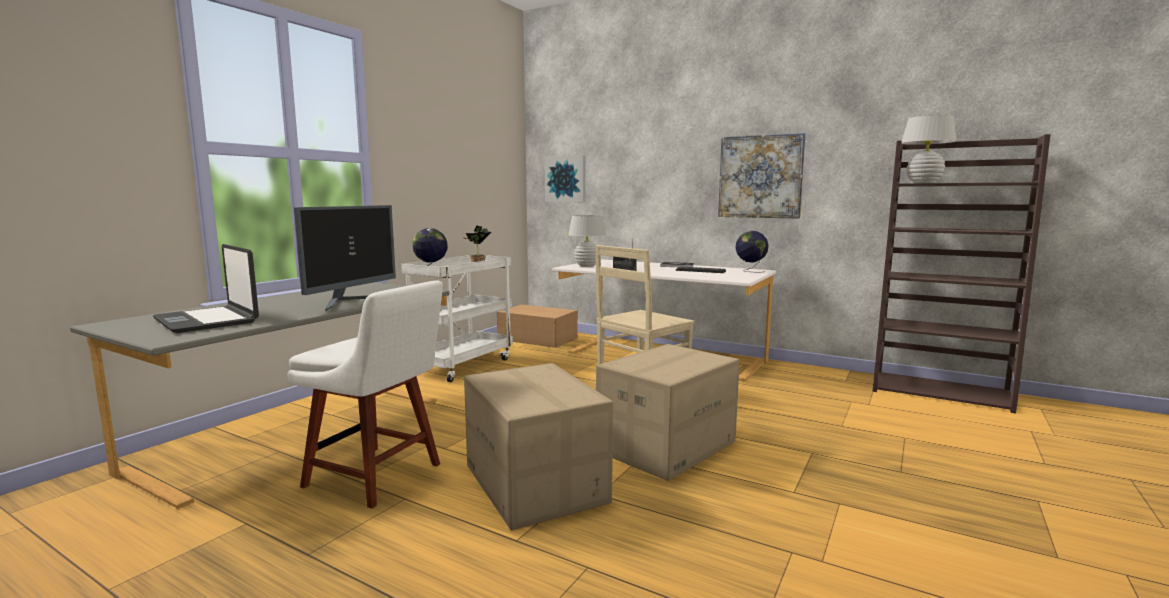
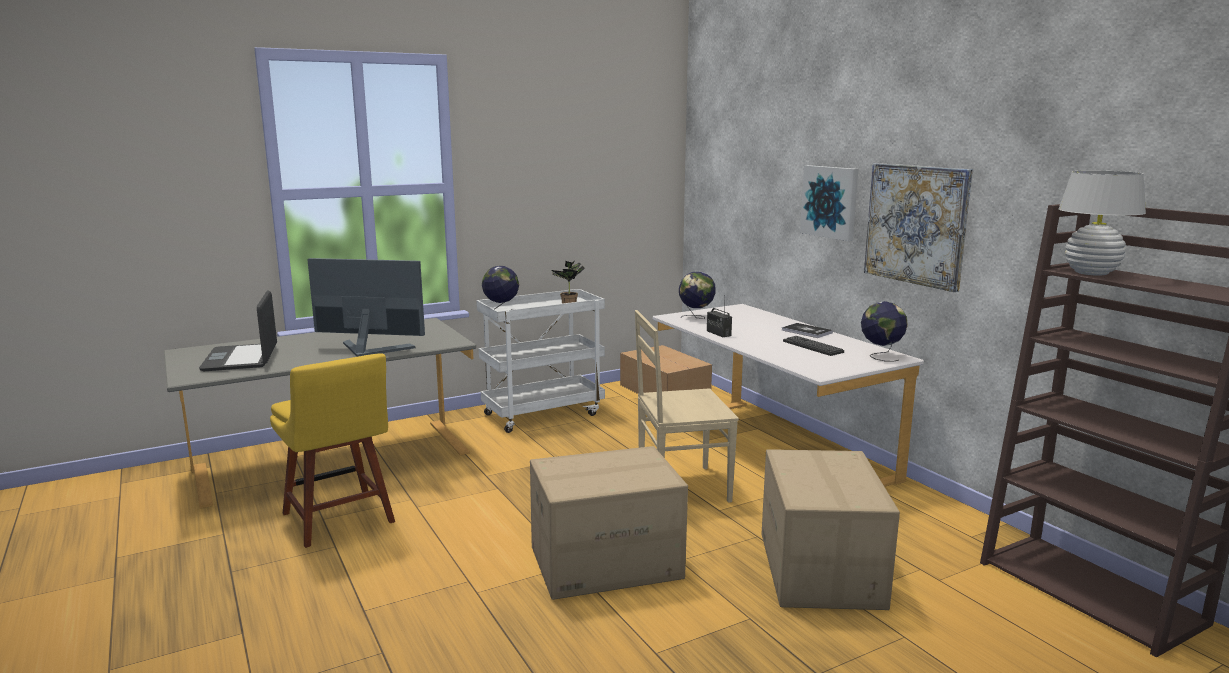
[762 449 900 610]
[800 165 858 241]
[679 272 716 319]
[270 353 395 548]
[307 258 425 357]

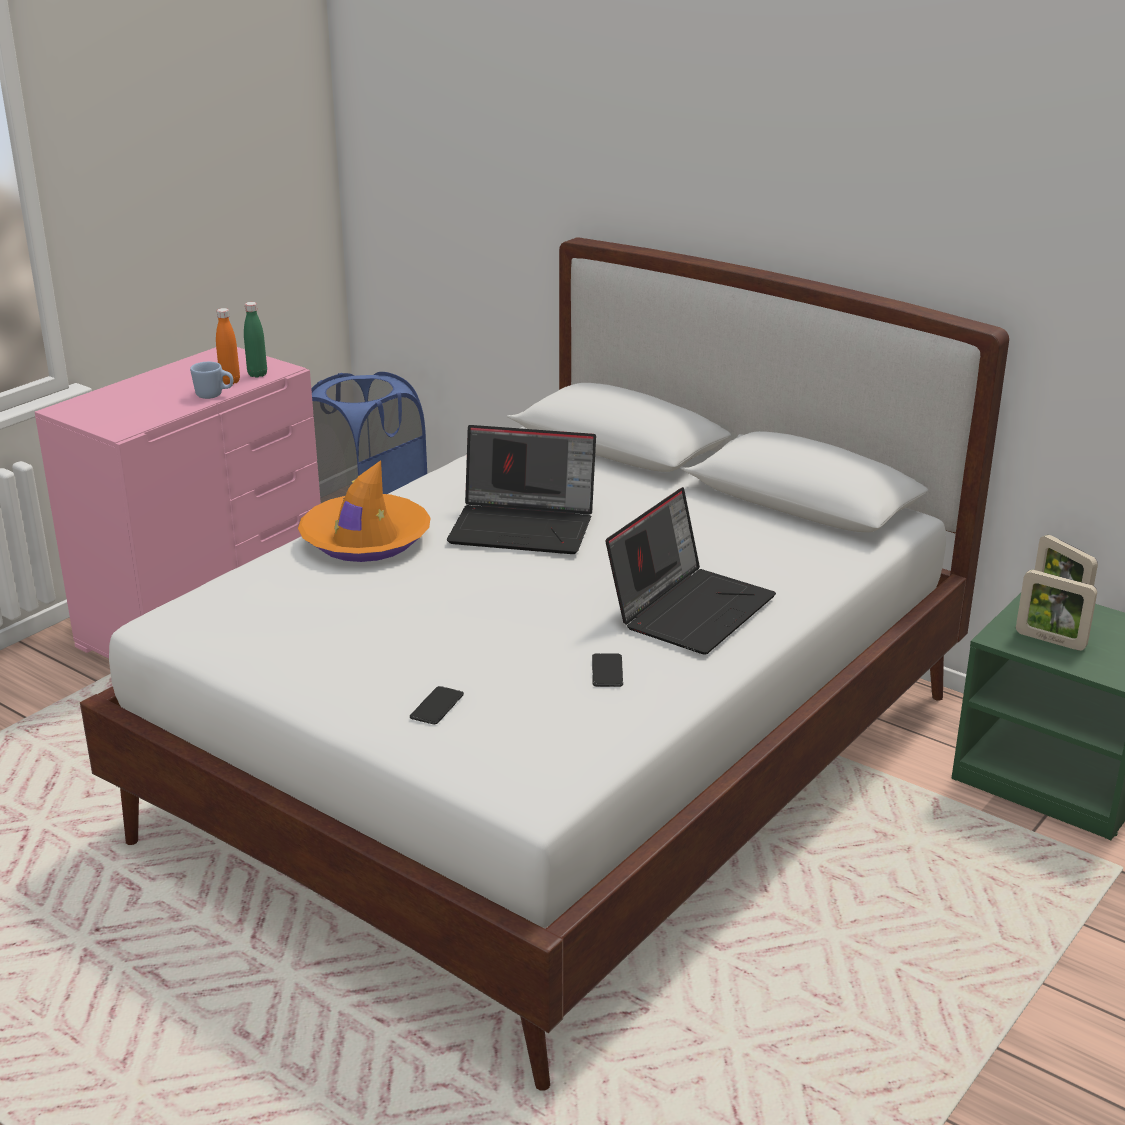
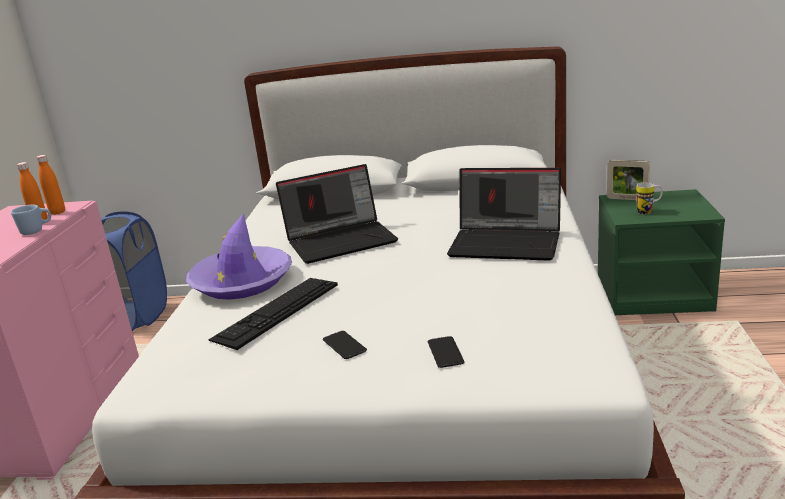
[208 278 338 350]
[323 331 367 359]
[636 182 663 215]
[36 155 65 215]
[186 213 292 300]
[447 168 561 261]

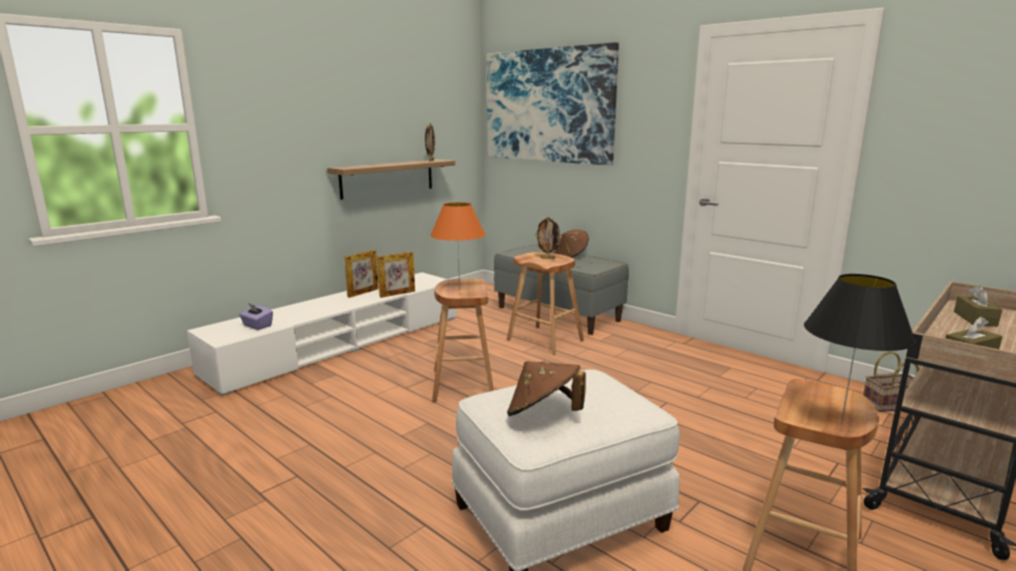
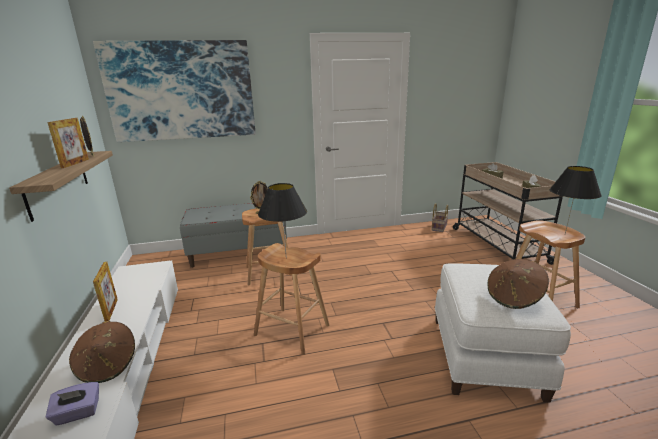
[47 118 89 168]
[69 321 135 383]
[258 183 307 258]

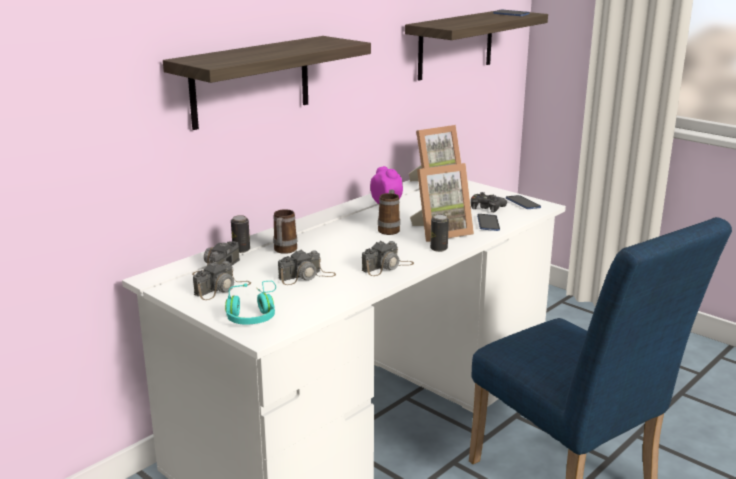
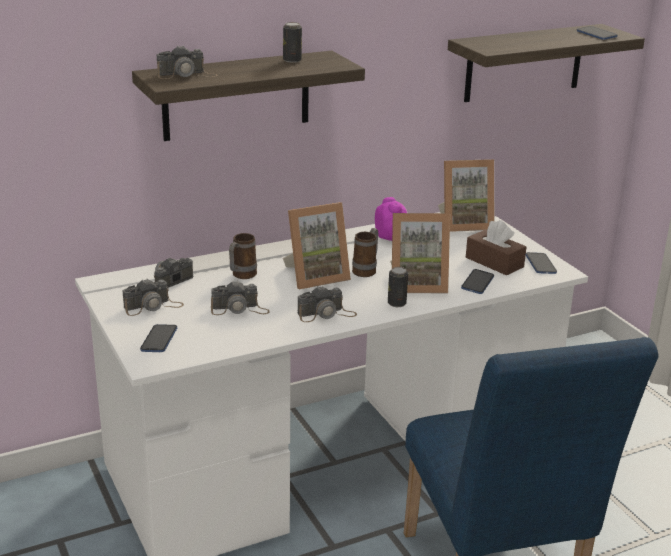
[157 46 218 79]
[283 202 351 289]
[283 22 302 63]
[140 324 177 352]
[466 220 526 276]

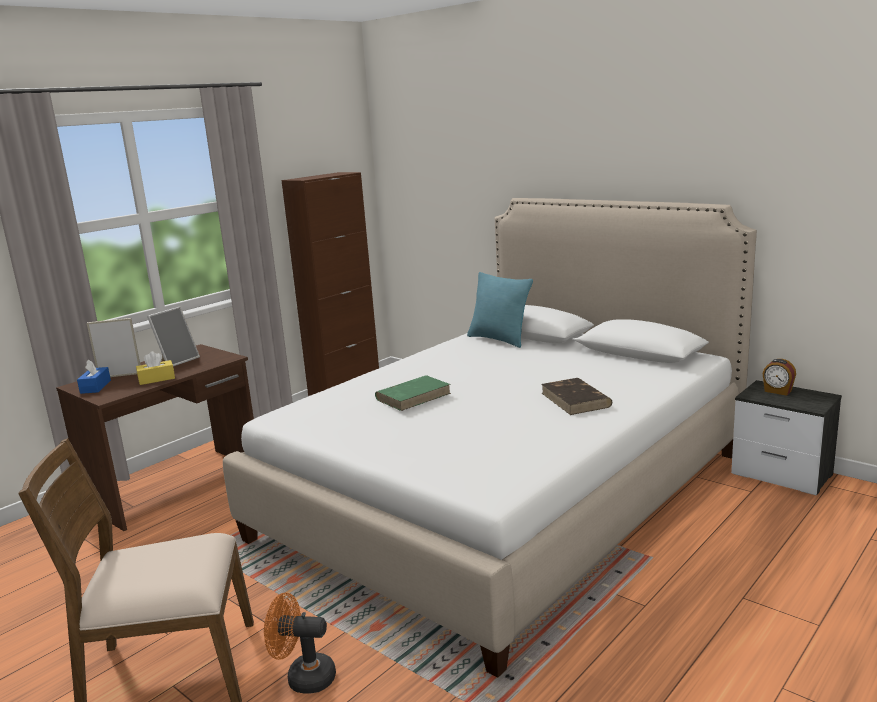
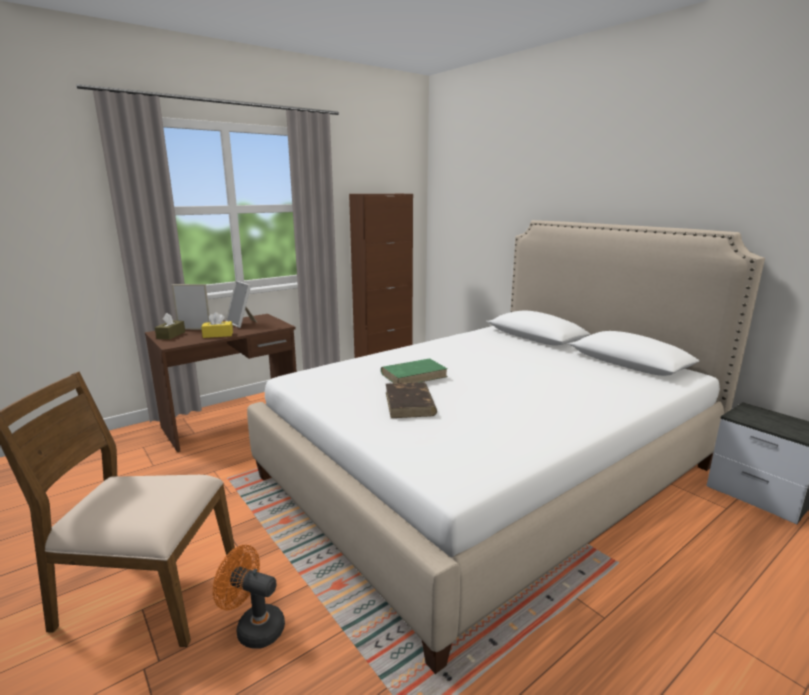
[467 272 533 348] (first image)
[763 359 796 396] (first image)
[386 382 437 418]
[155 313 185 340]
[226 281 257 328]

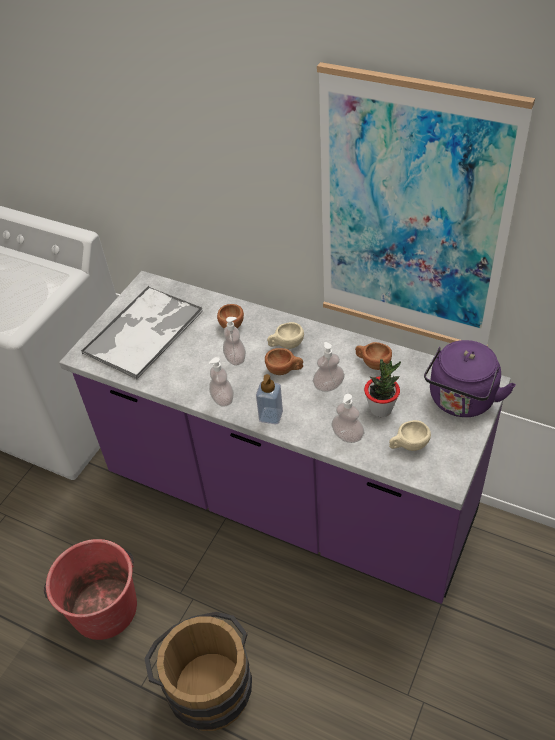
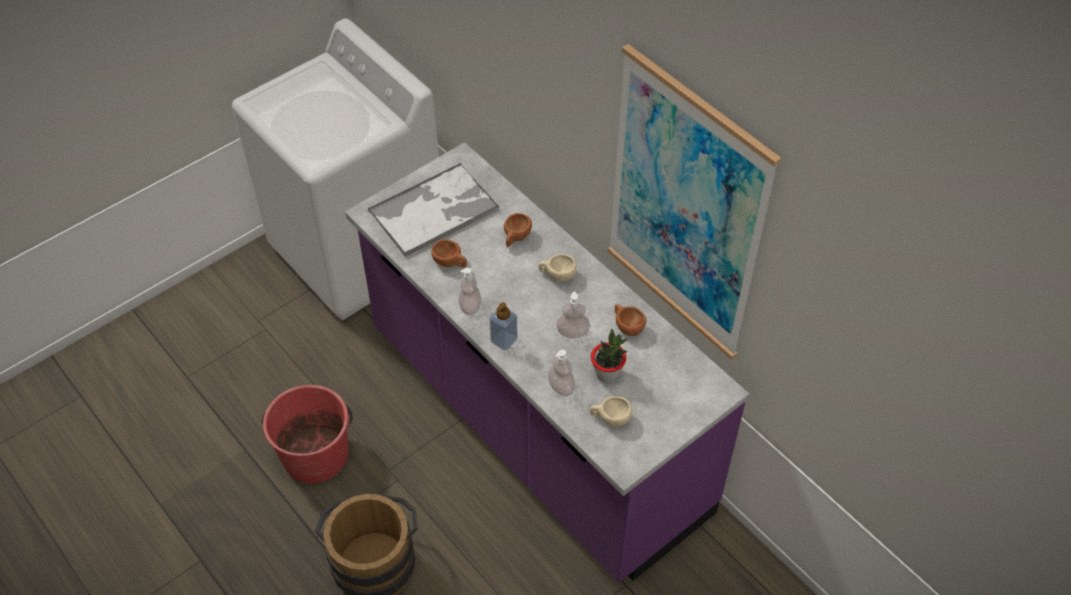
[223 317 246 366] (first image)
[424 340 516 417] (first image)
[431 239 467 267]

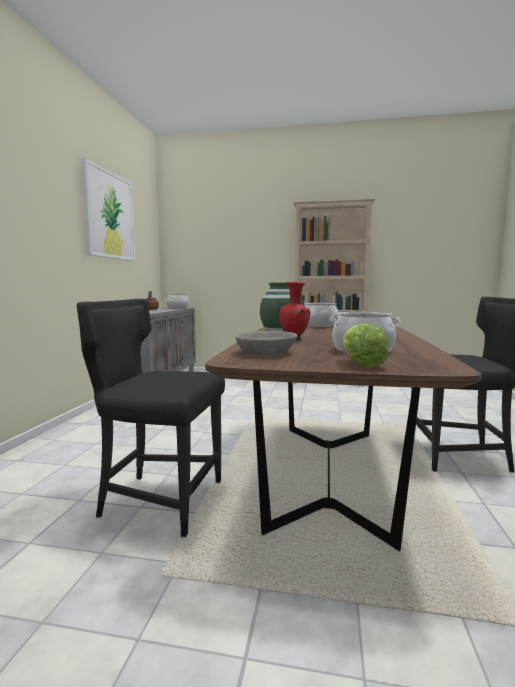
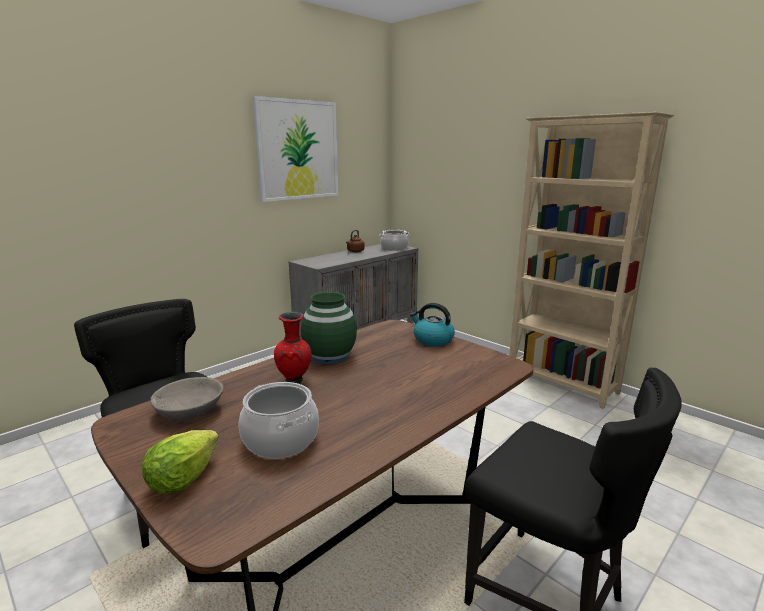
[410 303 455 346]

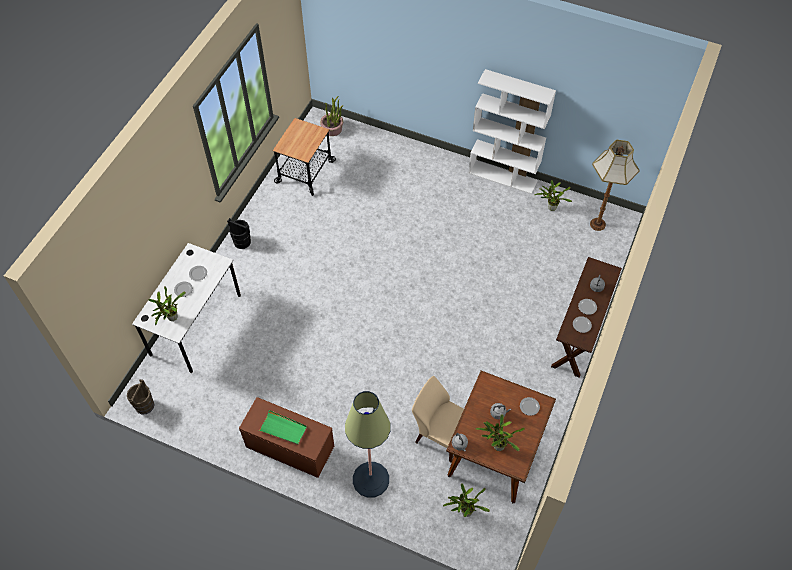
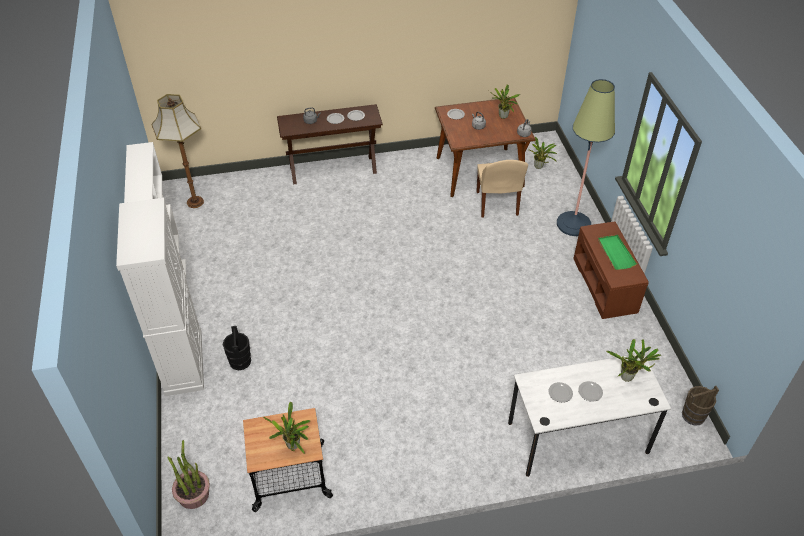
[116 198 204 396]
[223 326 251 370]
[263 402 310 454]

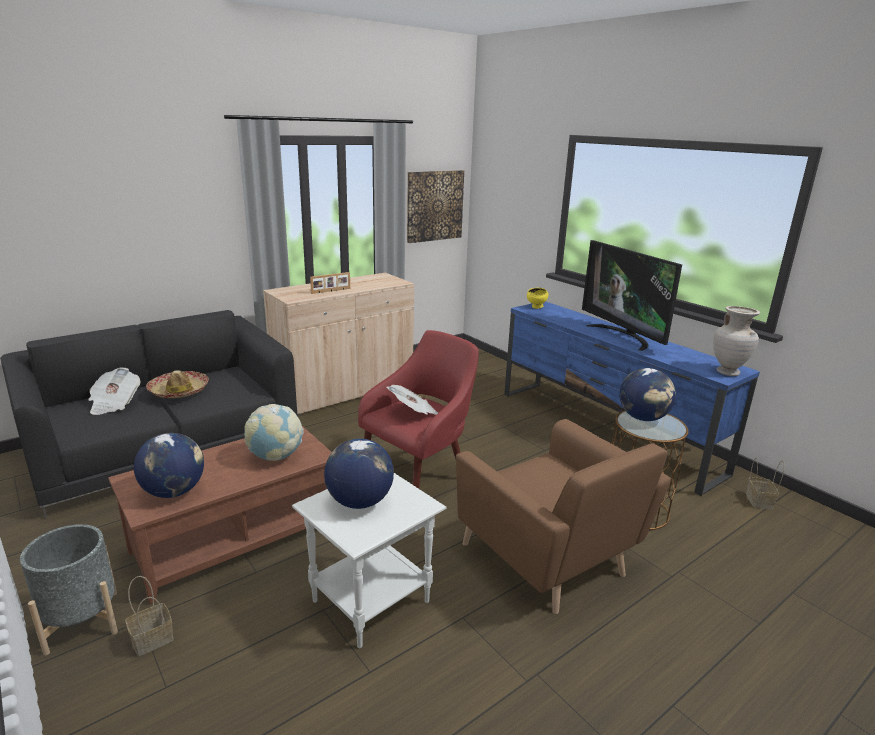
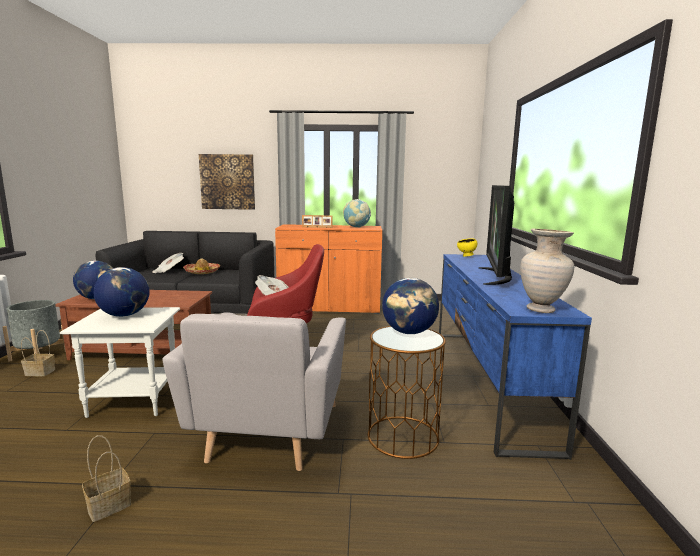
[343 199 371 228]
[199 154 255 210]
[82 435 131 522]
[275 224 382 314]
[162 312 346 471]

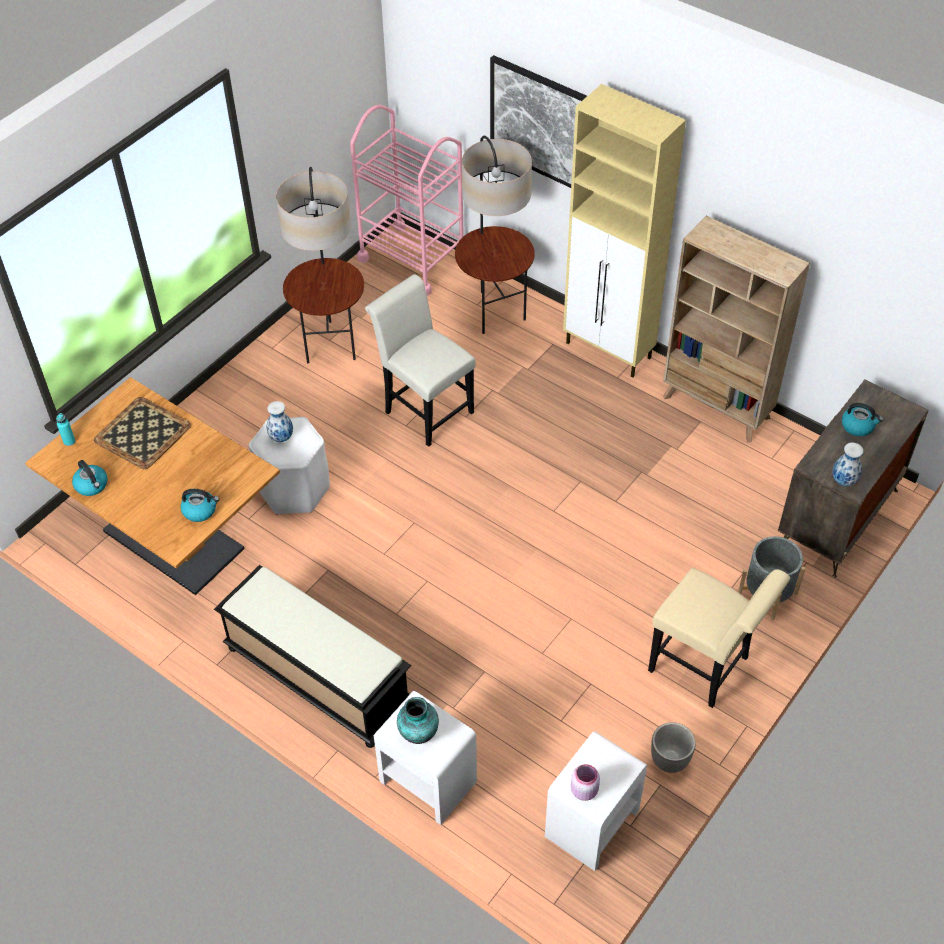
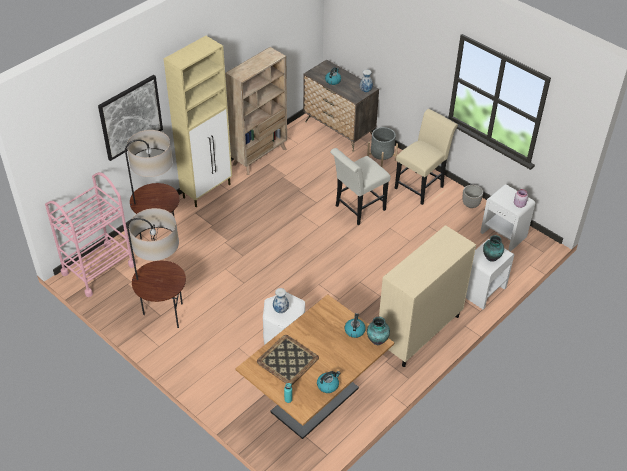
[367 317 390 345]
[330 148 391 225]
[379 225 476 367]

